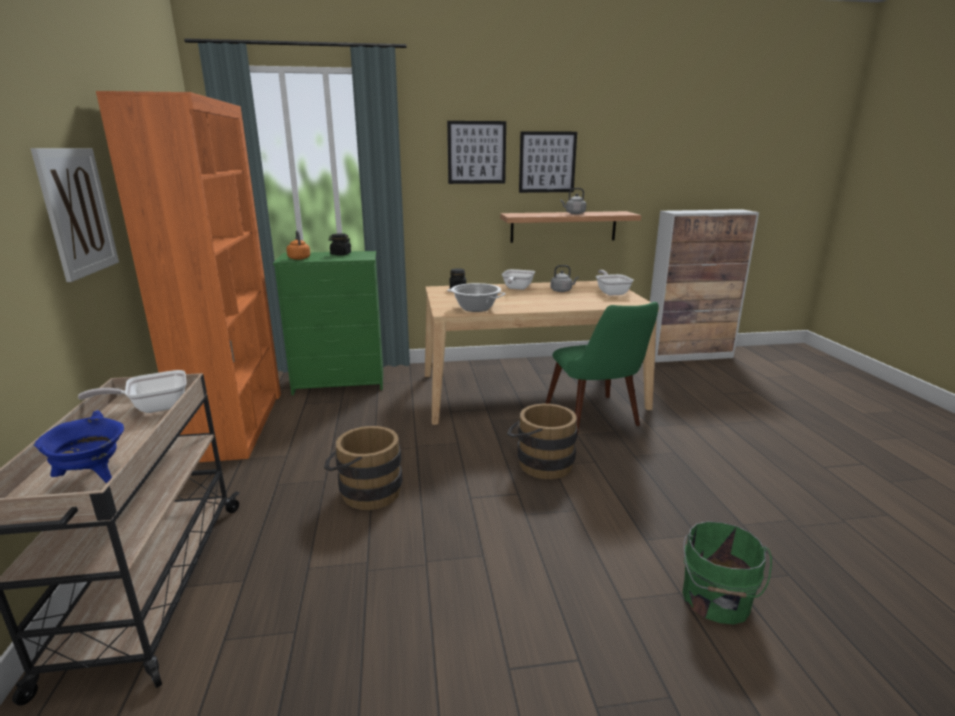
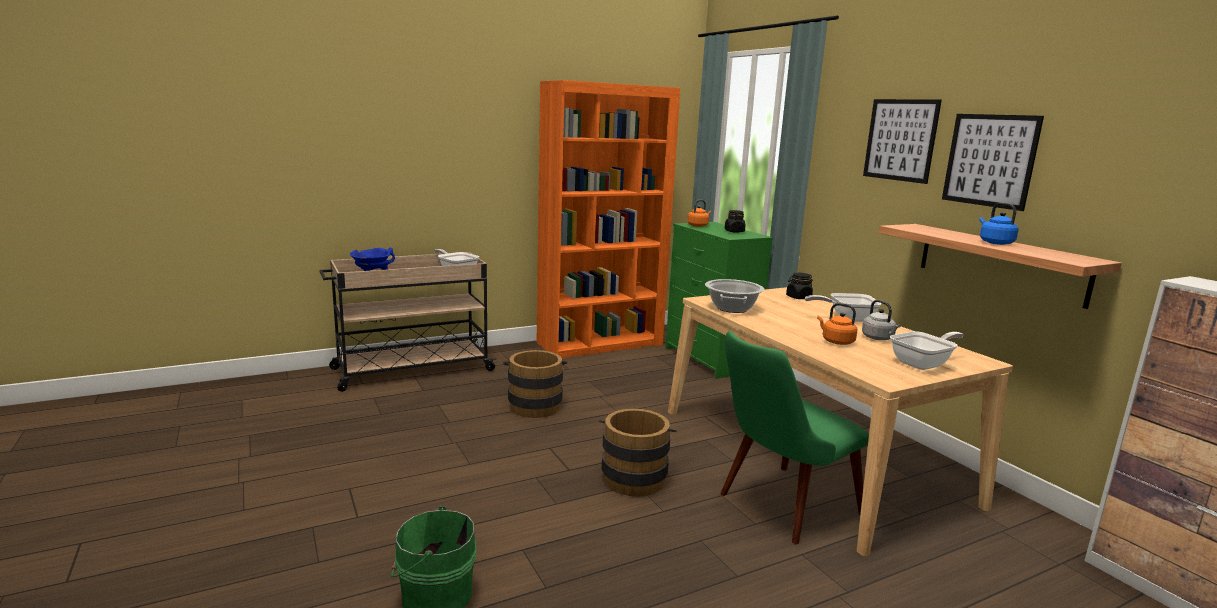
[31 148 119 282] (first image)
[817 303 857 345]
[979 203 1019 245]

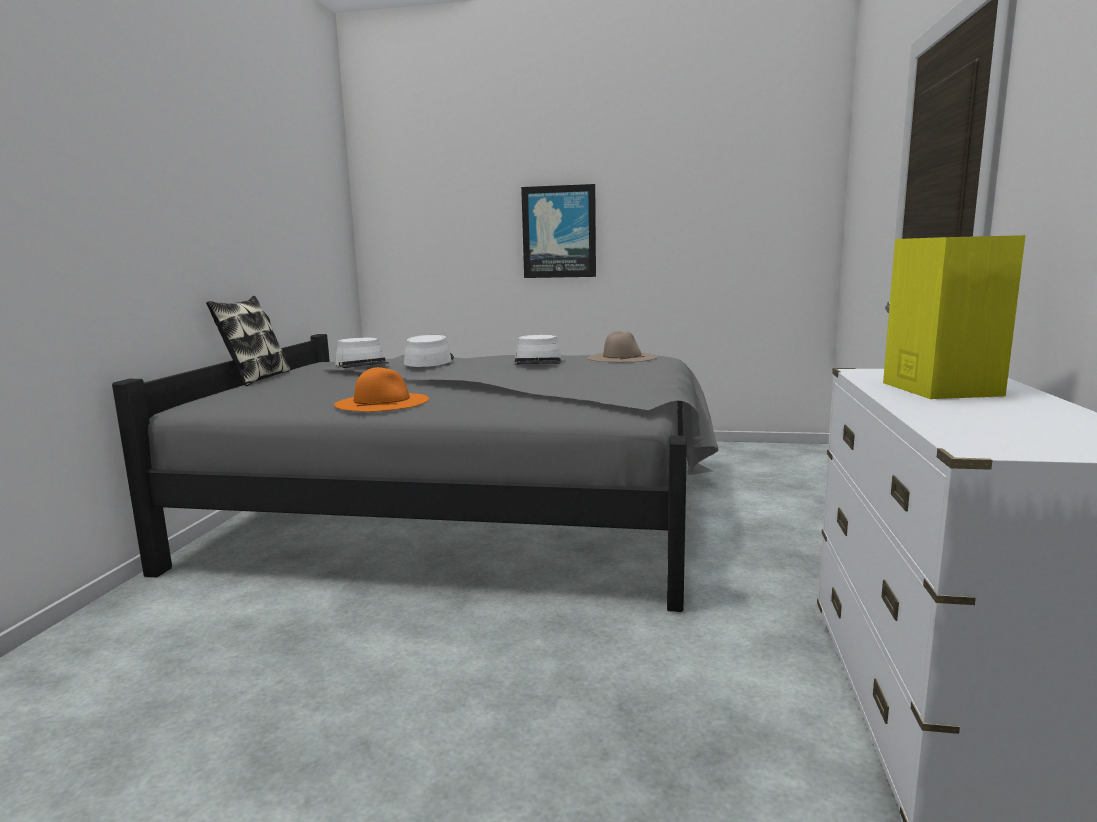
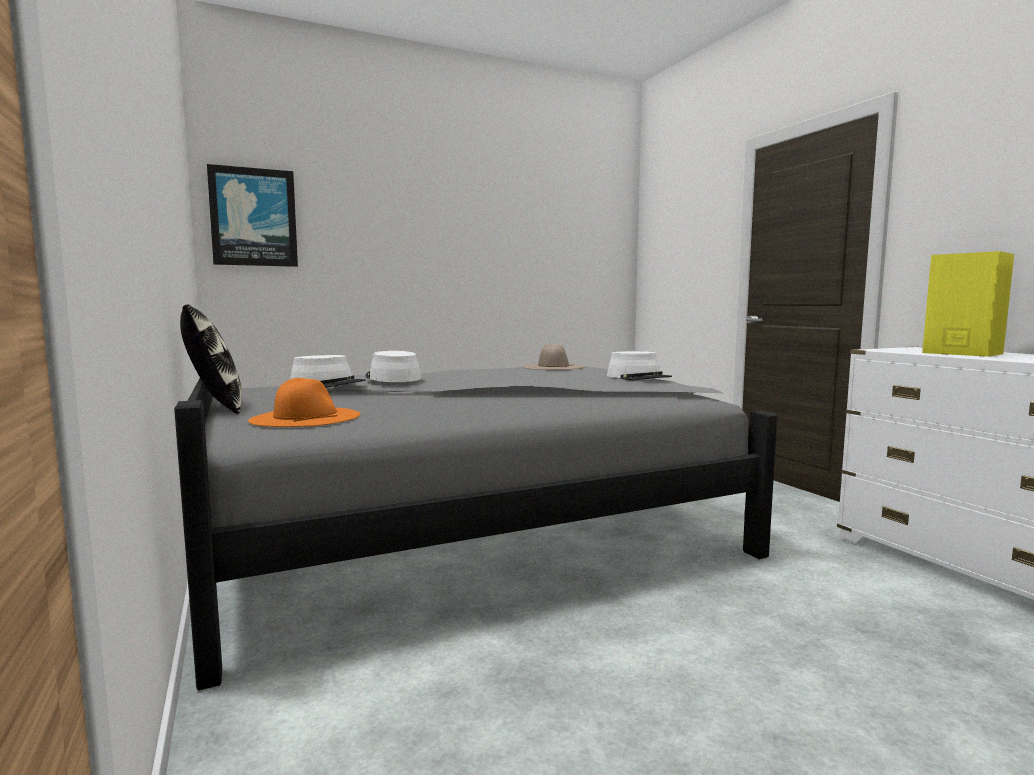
[248 378 360 427]
[607 351 672 380]
[207 164 298 267]

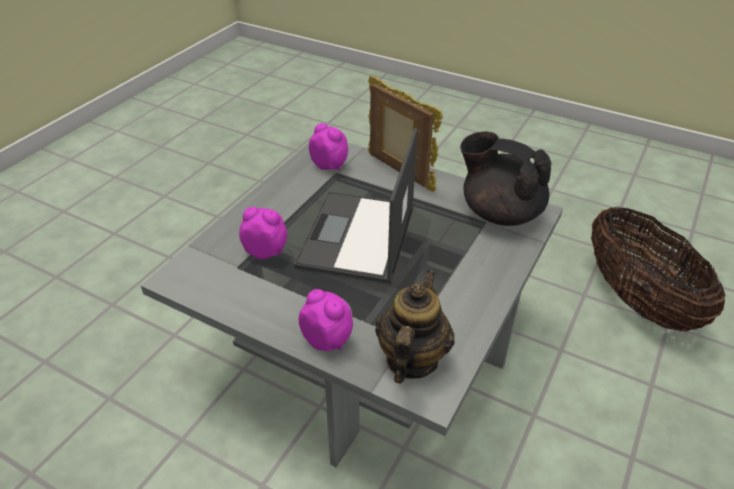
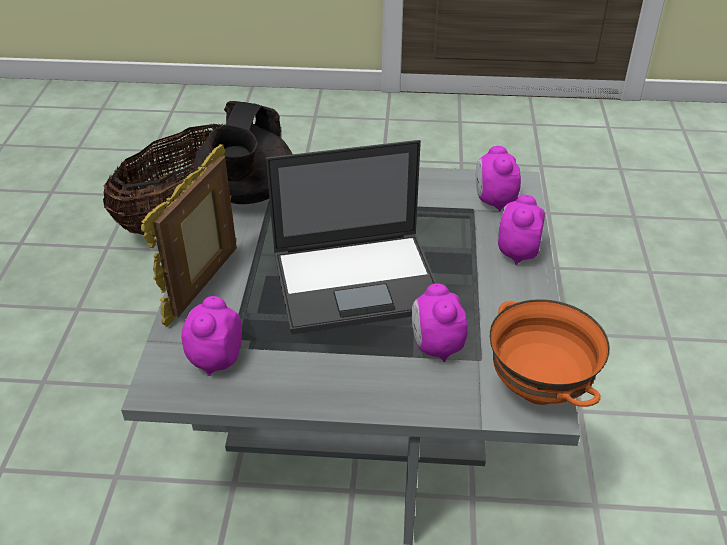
[490 299 610 407]
[476 146 521 212]

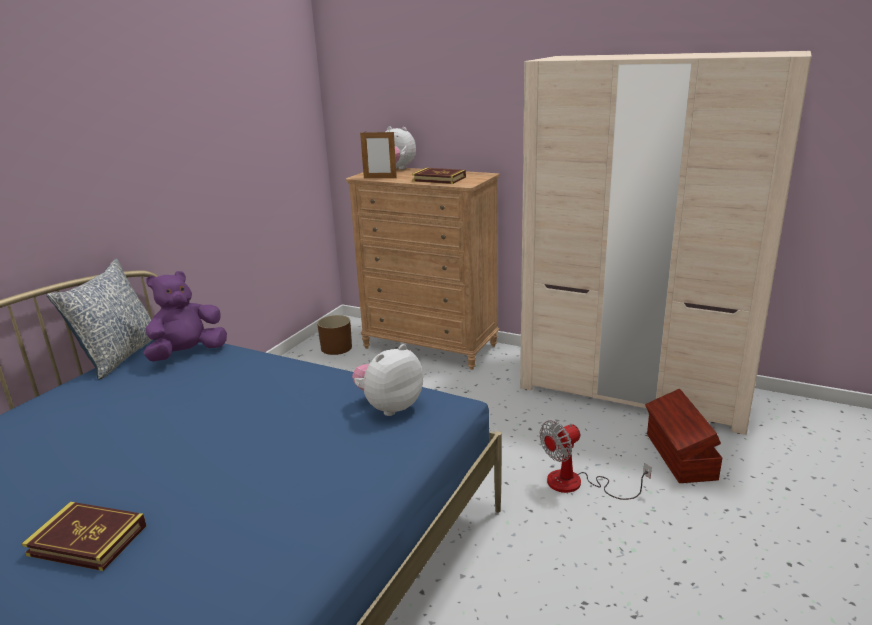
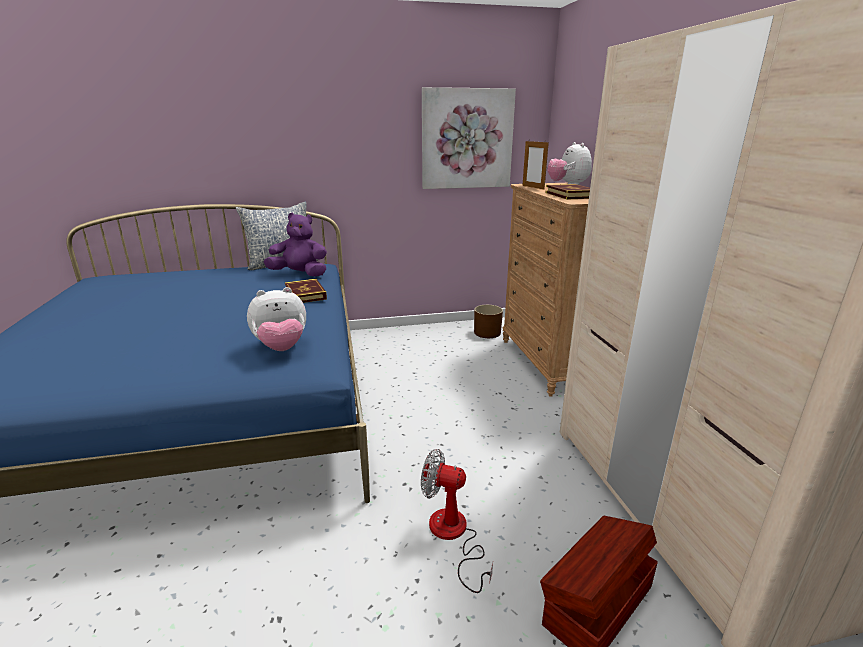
[422 87 516 189]
[285 279 327 303]
[247 287 306 351]

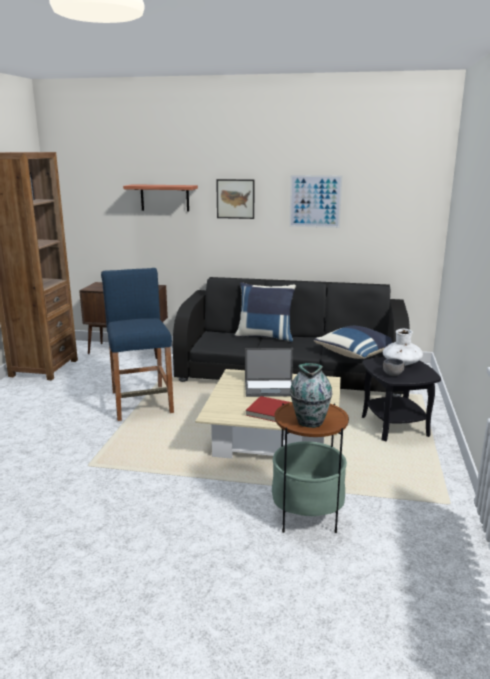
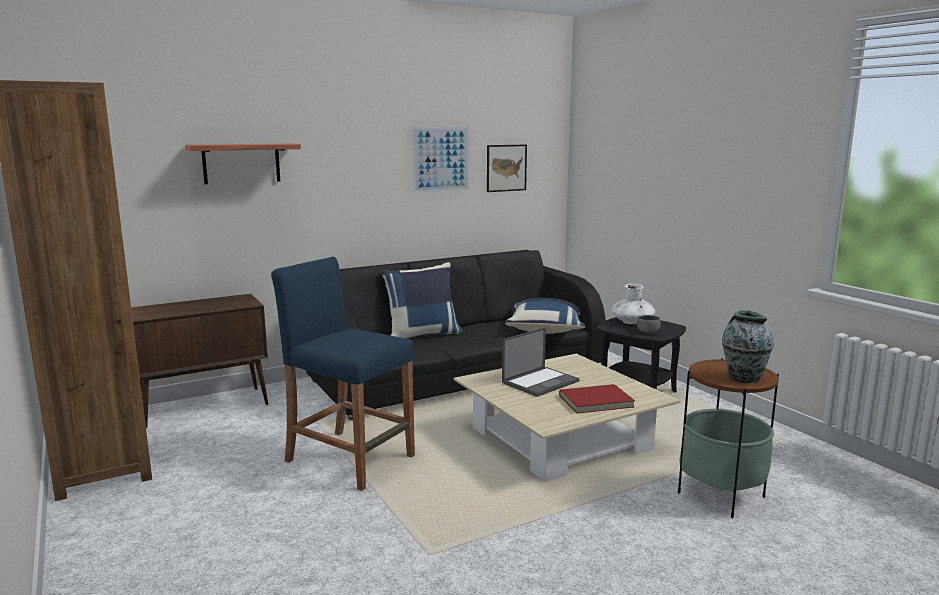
[487 145 527 192]

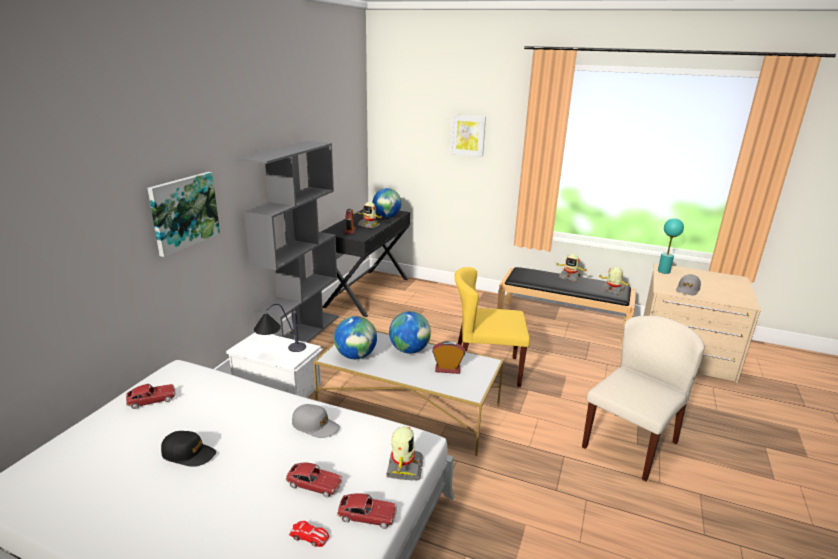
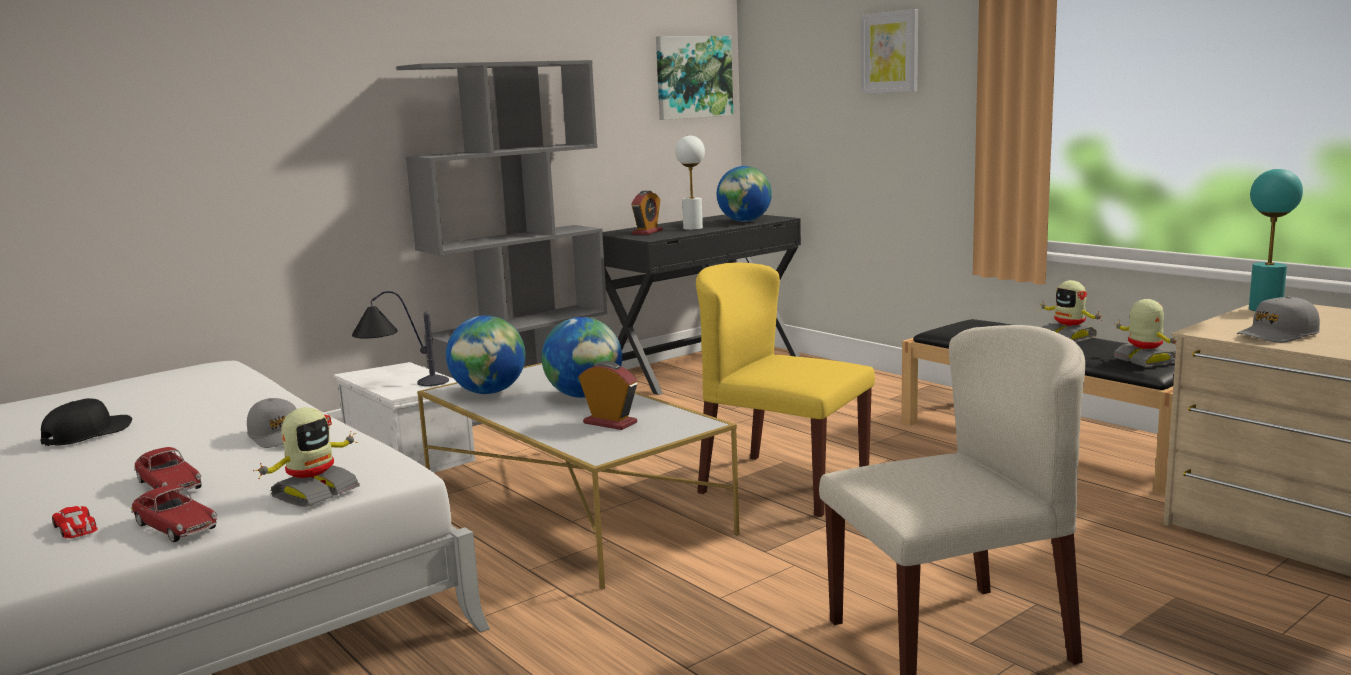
[126 384 176 409] (first image)
[656 36 733 120]
[675 135 705 230]
[40 398 132 446]

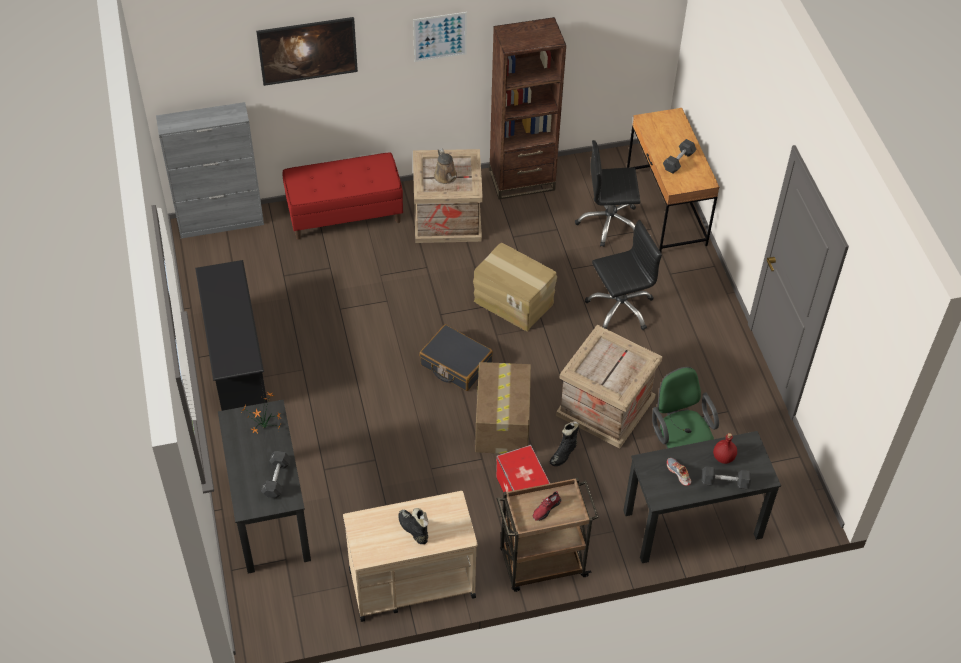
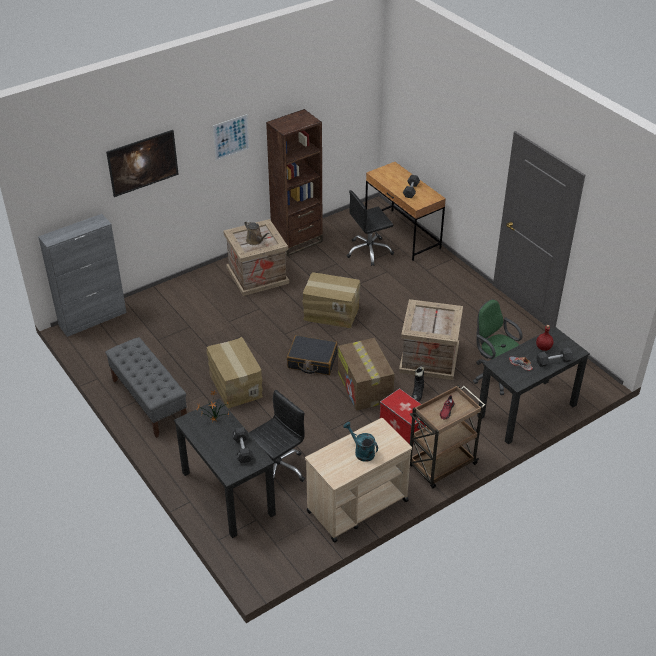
[282 153 403 240] (first image)
[206 337 263 408]
[249 390 305 482]
[105 337 187 438]
[343 422 378 462]

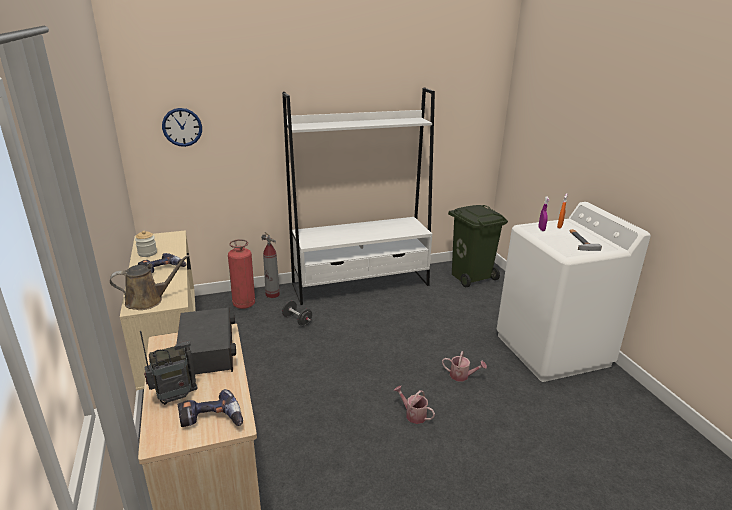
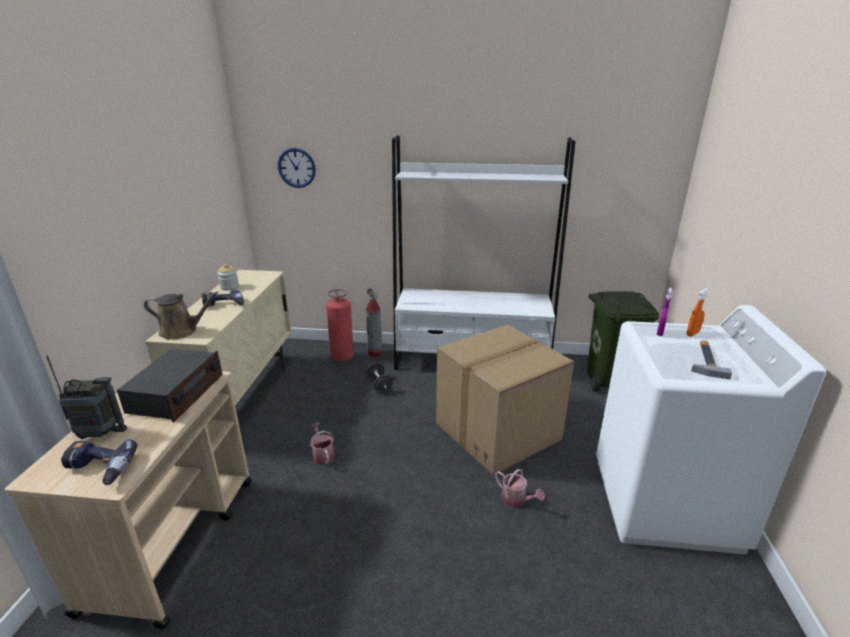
[436 324 574 475]
[310 423 334 465]

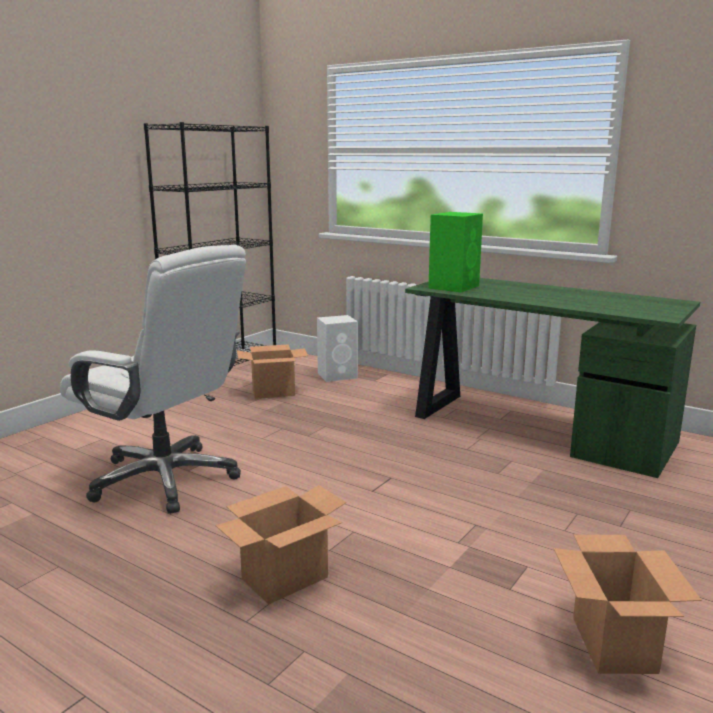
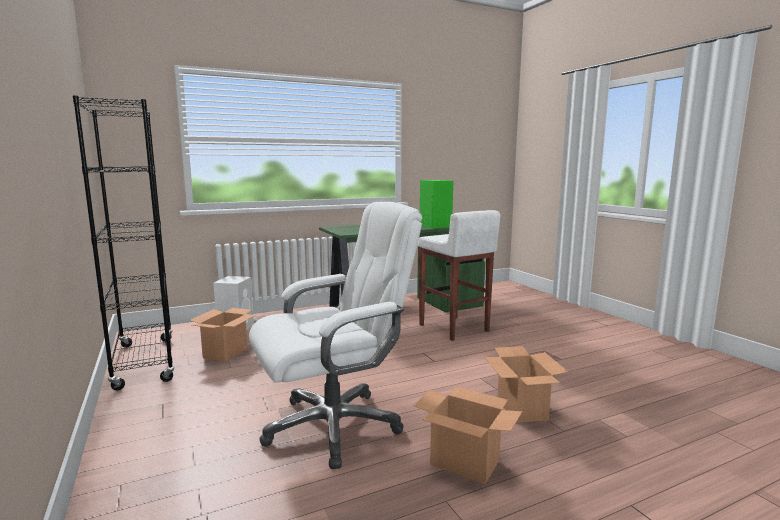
[418 210 500 341]
[420 180 453 228]
[413 387 522 484]

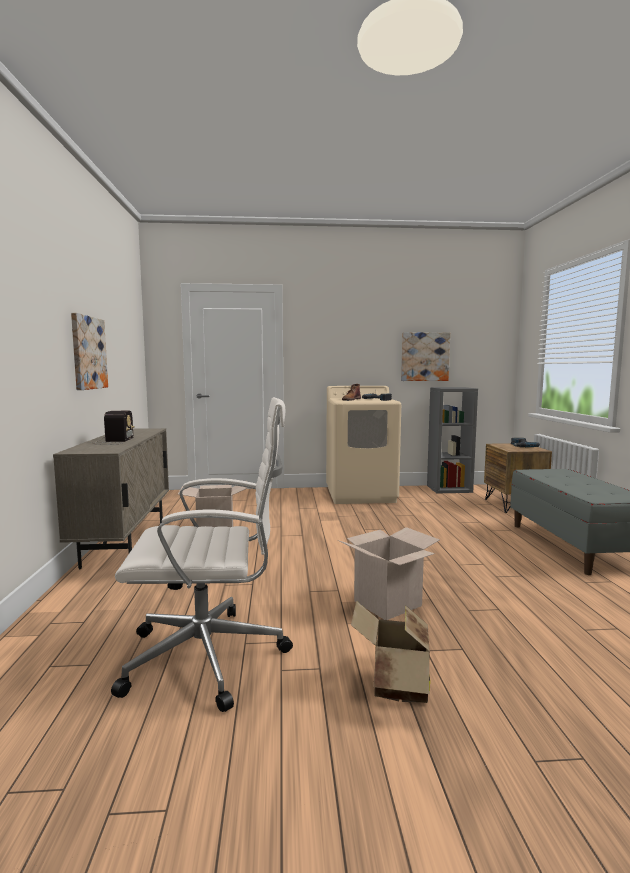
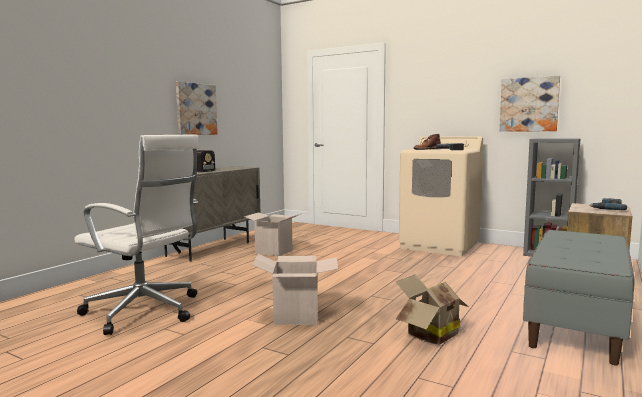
[395 274 468 345]

